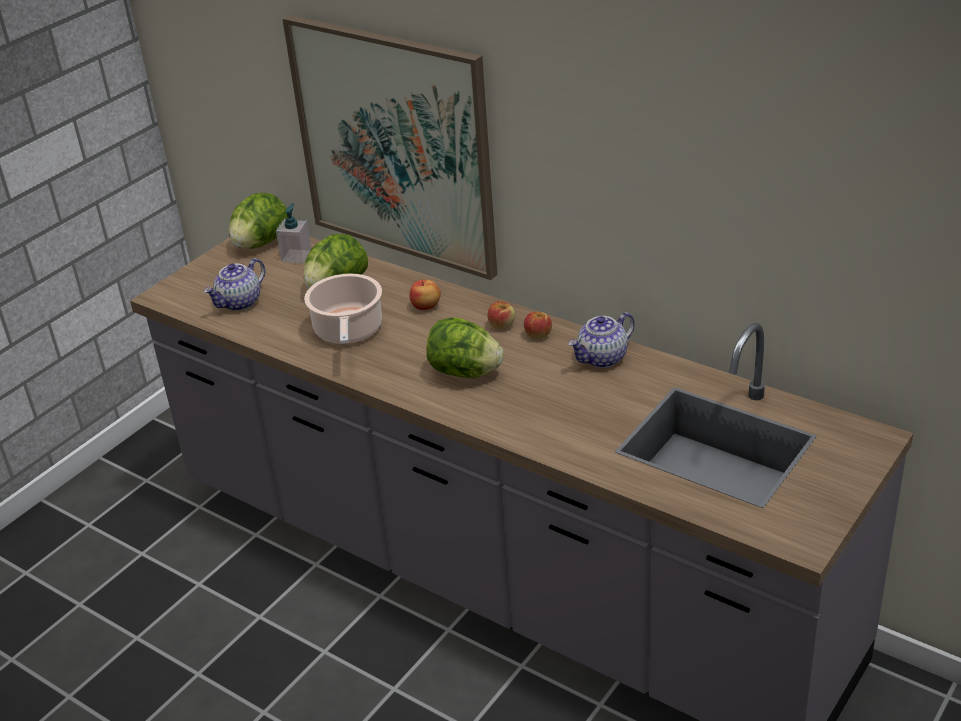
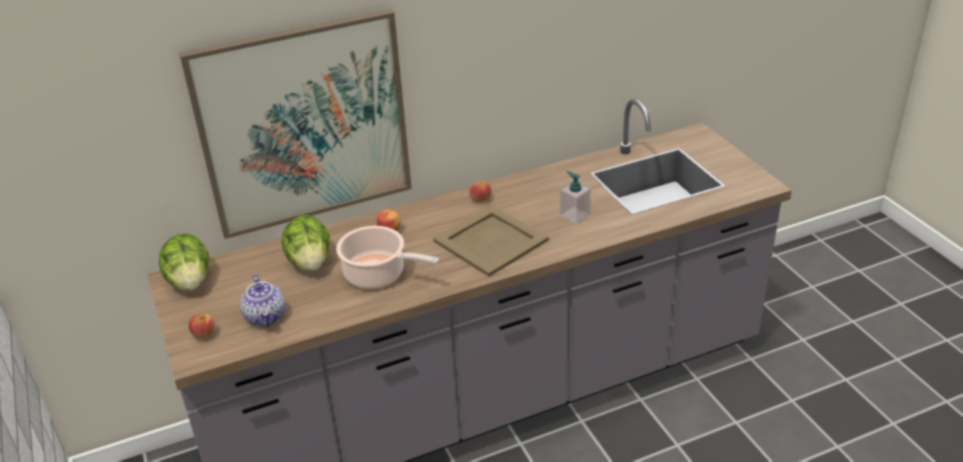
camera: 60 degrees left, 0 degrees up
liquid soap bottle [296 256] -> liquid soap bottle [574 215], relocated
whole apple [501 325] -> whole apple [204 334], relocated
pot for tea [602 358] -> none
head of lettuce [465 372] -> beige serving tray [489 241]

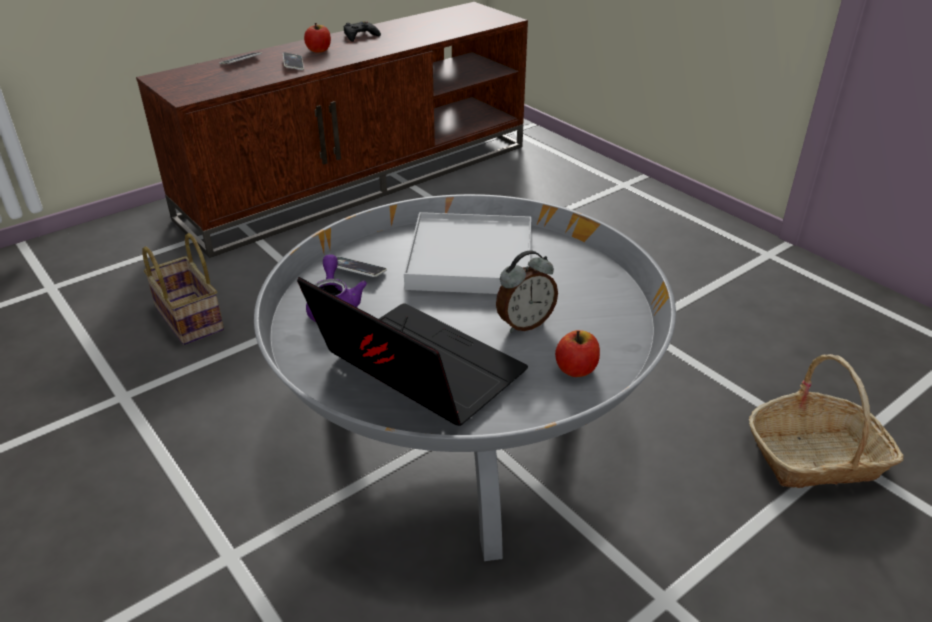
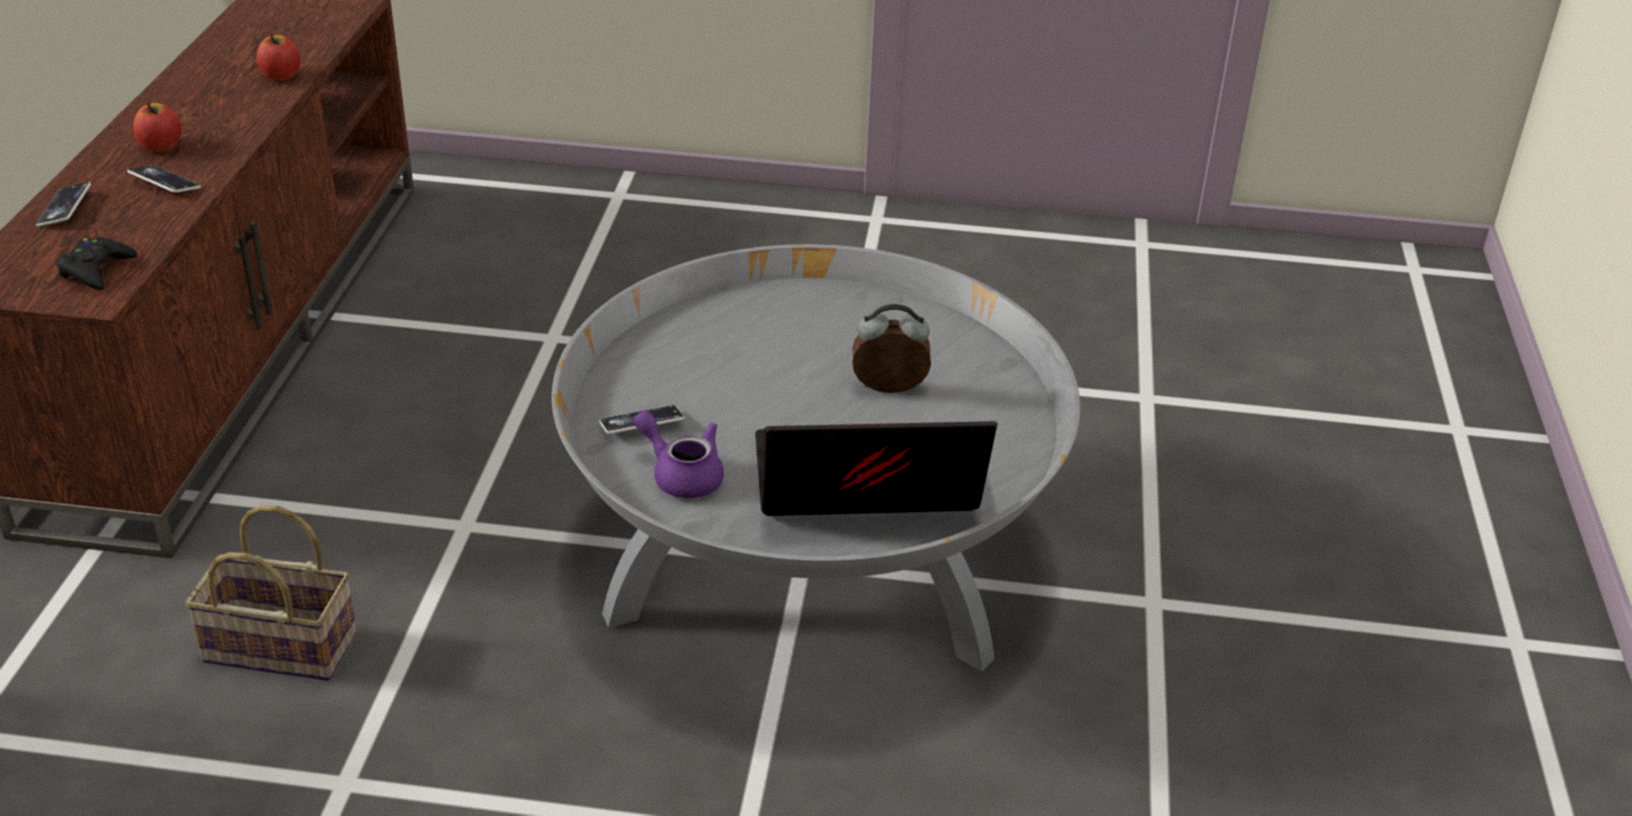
camera: 45 degrees left, 0 degrees up
black game controller [360 36] -> black game controller [96 270], relocated
whitish serving tray [471 259] -> none
alarm clock [524 323] -> alarm clock [889 390], 105 degrees counterclockwise
whole apple [576 369] -> whole apple [281 76], relocated
household basket [816 457] -> none

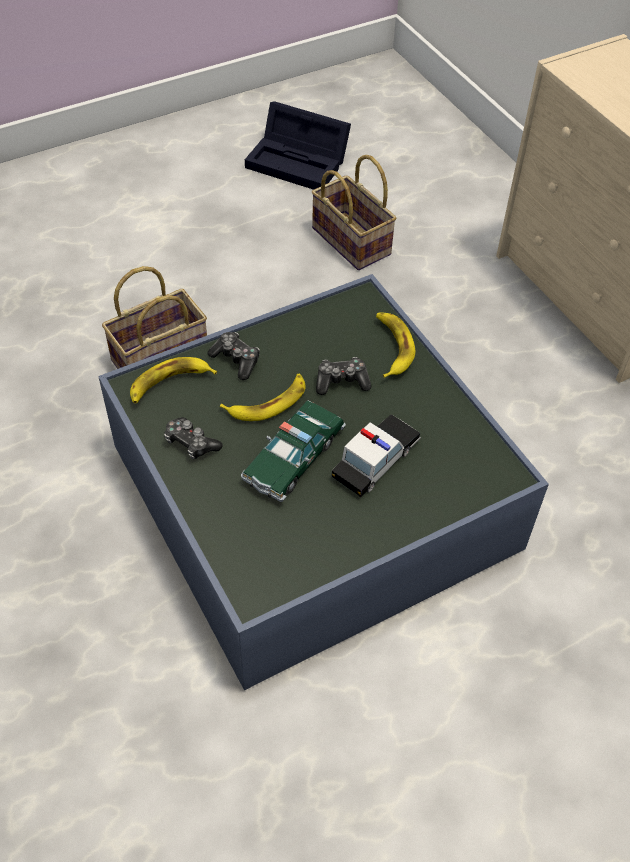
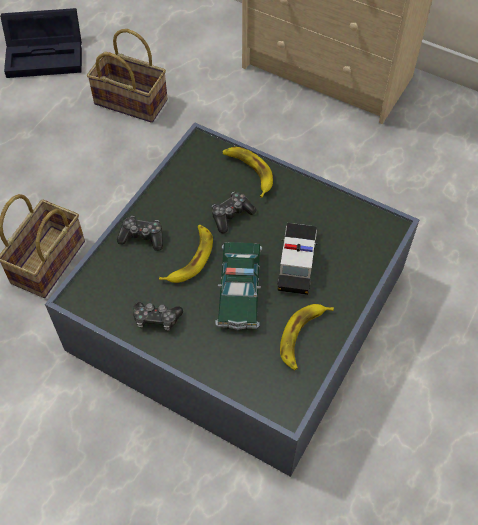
camera: 30 degrees left, 5 degrees up
whole banana [169 383] -> whole banana [303 337], relocated

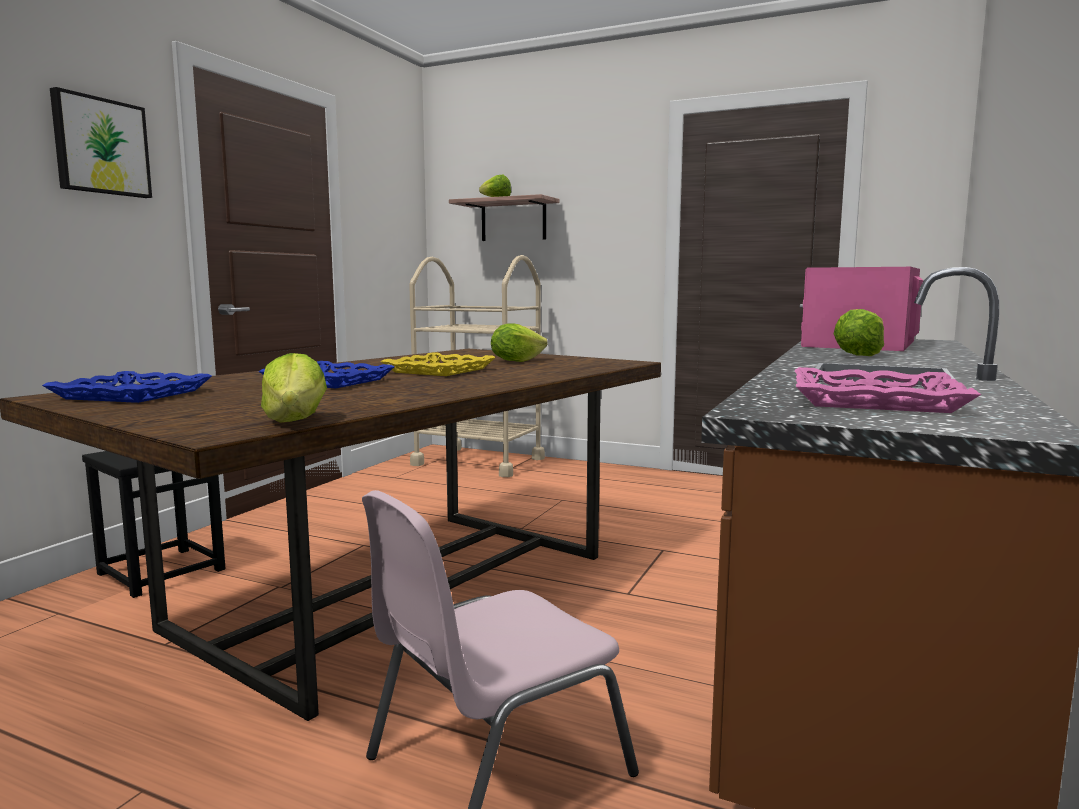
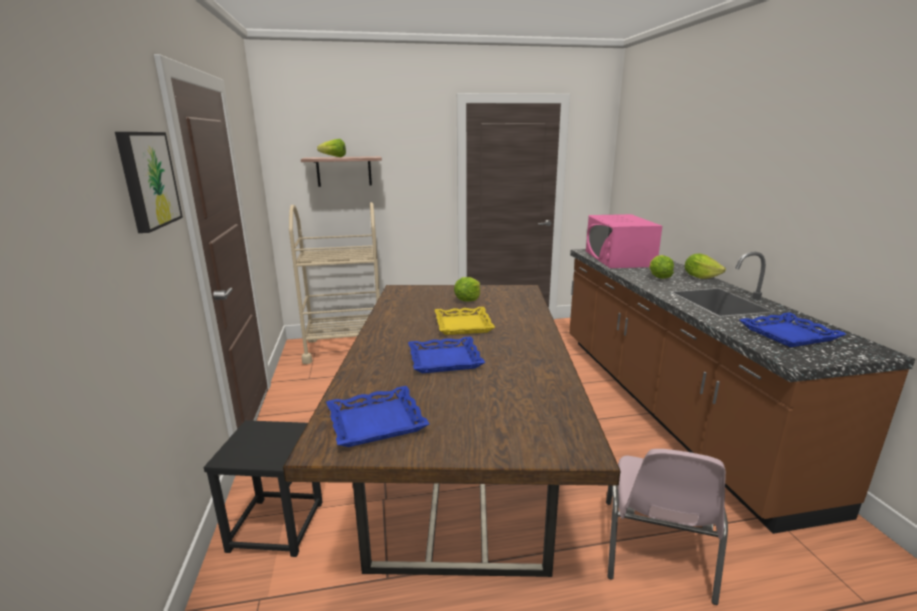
camera: 35 degrees left, 10 degrees up
head of lettuce [295 421] -> head of lettuce [700 277], relocated
pink-coloured serving tray [875 400] -> blue serving tray [788 334]

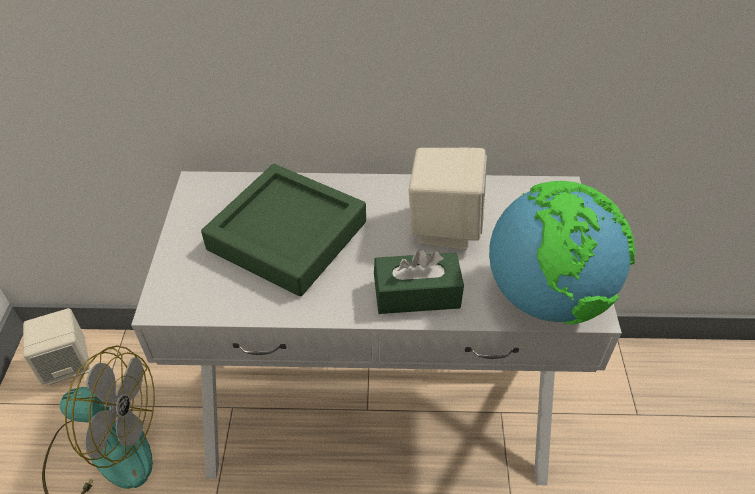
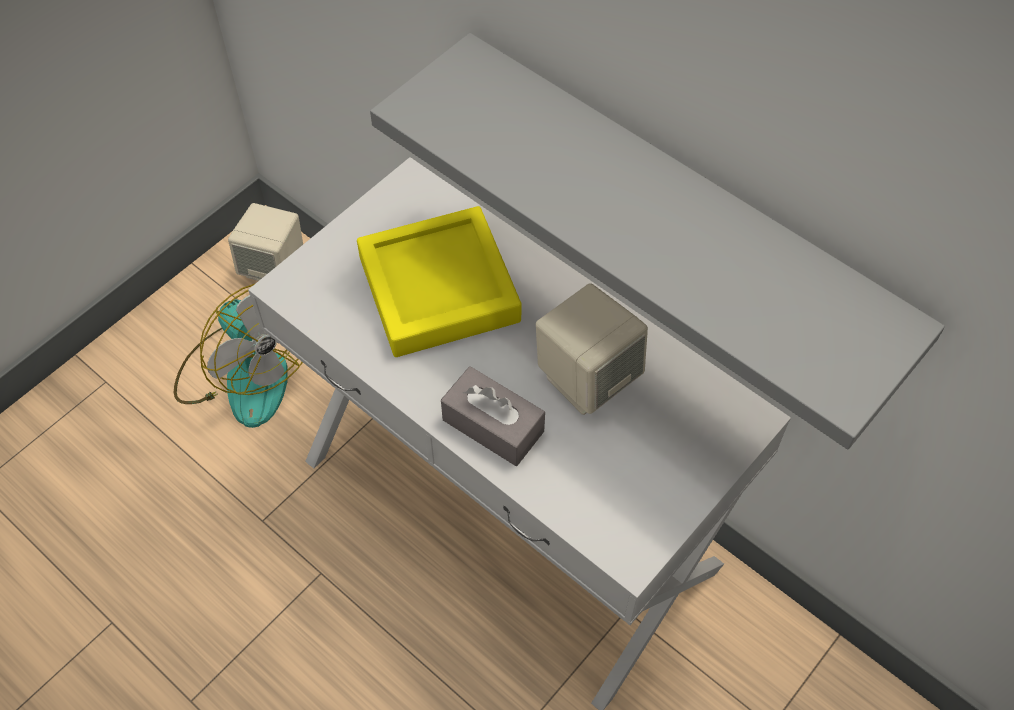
camera: 40 degrees right, 10 degrees up
greenish serving tray [287 236] -> yellowish serving tray [439 289]
desk globe [546 297] -> none
greenish box of tissues [416 294] -> gray box of tissues [493 425]
none -> gray bracket shelf [678 208]

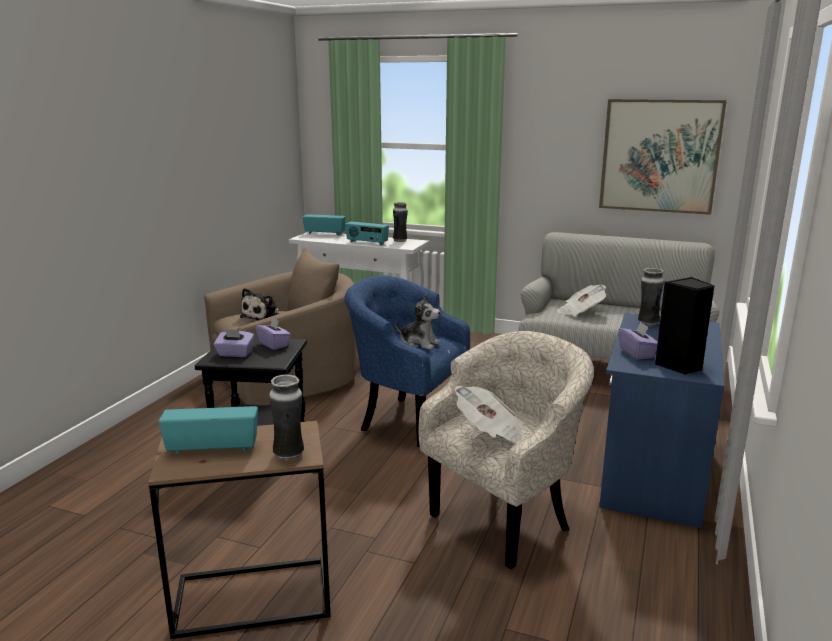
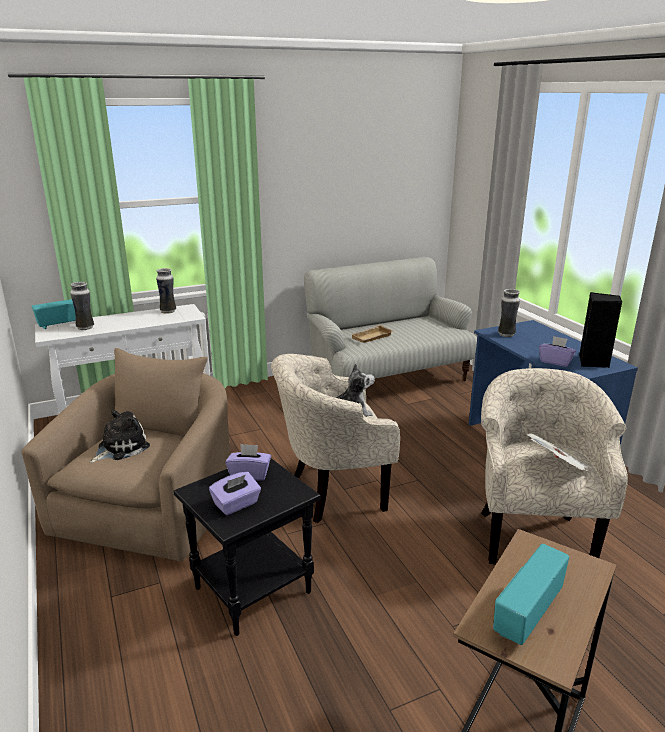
camera: 45 degrees left, 5 degrees up
wall picture [659 156] -> none
radio [367 243] -> none
blue easy chair [405 420] -> beige easy chair [332 492]
newspaper [580 312] -> beige serving tray [372 337]
plush toy [263 316] -> plush toy [120 447], 120 degrees counterclockwise
decorative vase [289 454] -> decorative vase [86 328], relocated

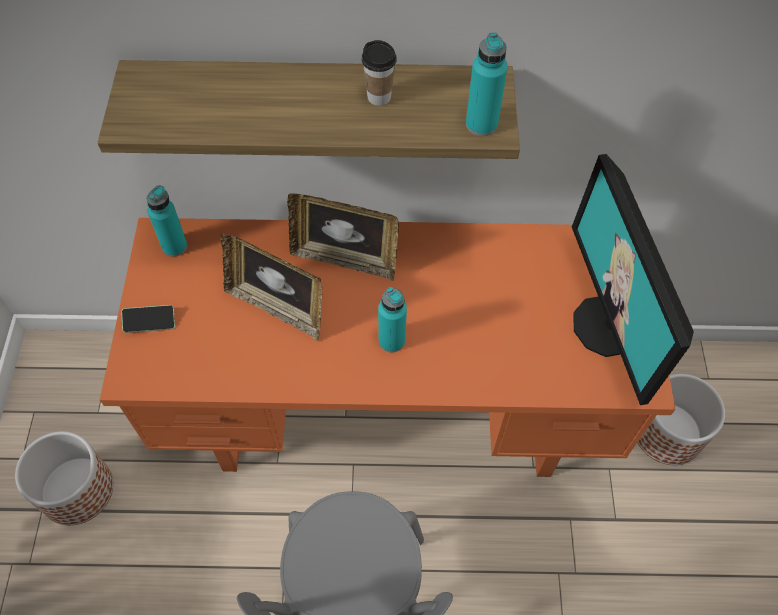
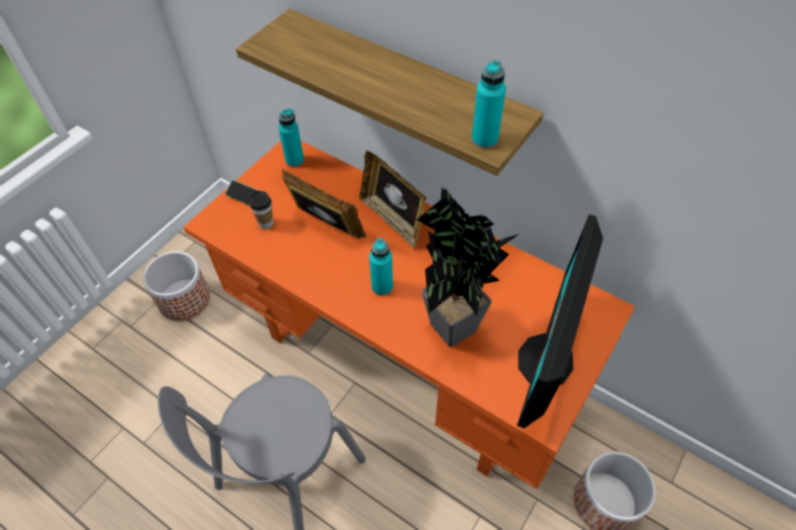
camera: 35 degrees right, 5 degrees down
cup [379 97] -> cup [266 223], relocated
photo frame [277 307] -> photo frame [326 227], 150 degrees clockwise
none -> potted plant [453 334]

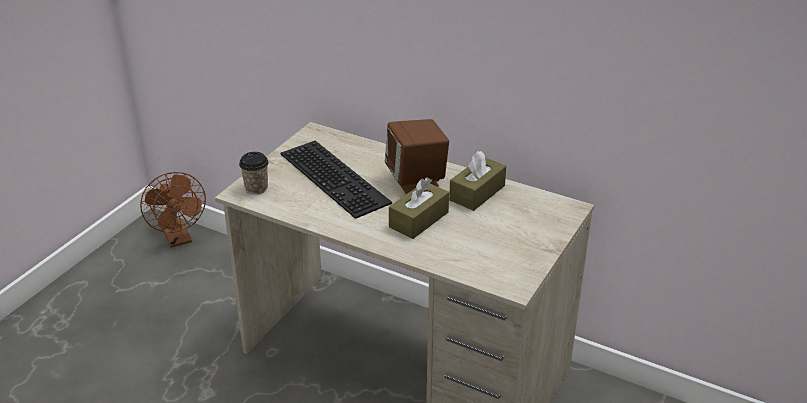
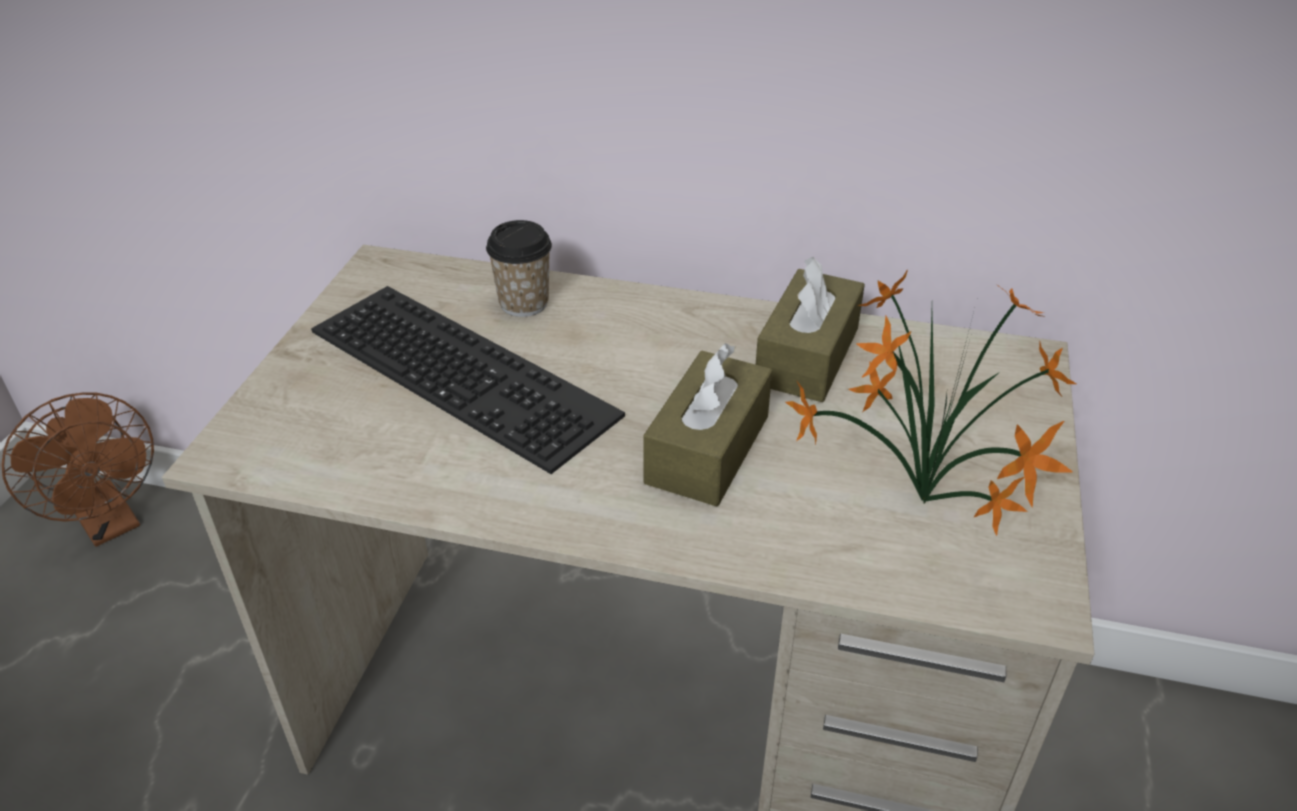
camera: 15 degrees left, 5 degrees up
brown-coloured loudspeaker [416 181] -> none
cup [256 188] -> cup [524 303], relocated
none -> potted plant [924 508]

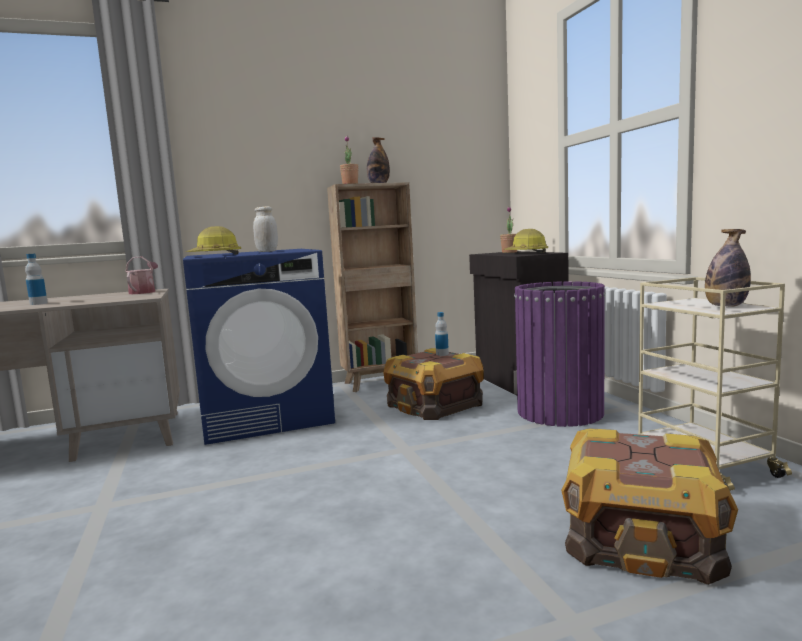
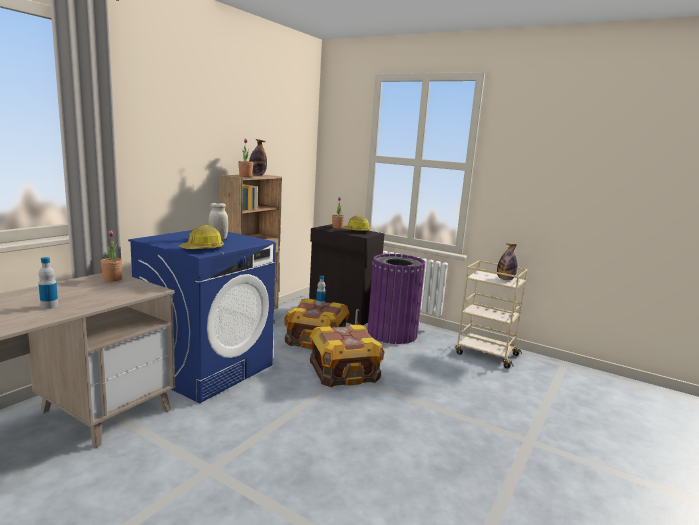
camera: 40 degrees left, 5 degrees up
watering pot [144 292] -> potted plant [112 279]
crate [642 537] -> crate [344 371], relocated

